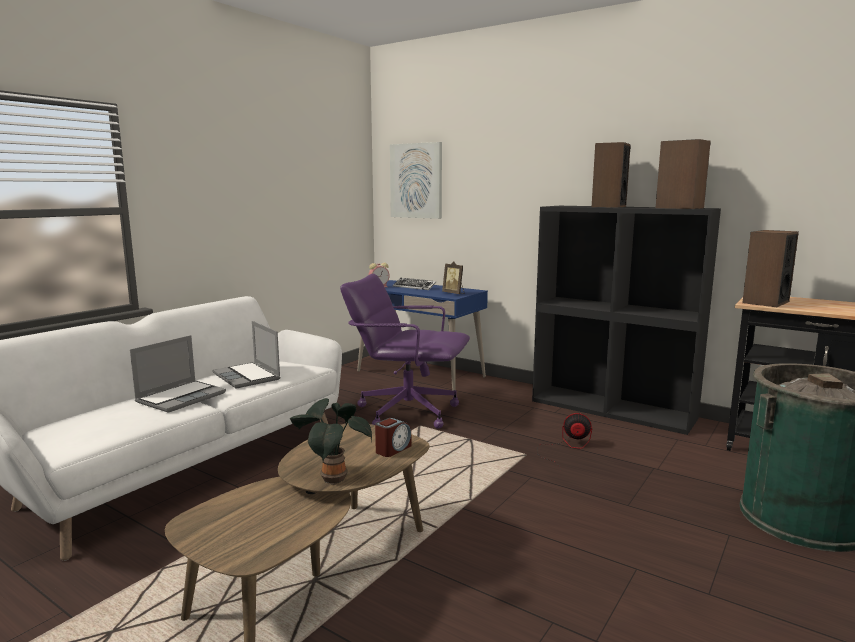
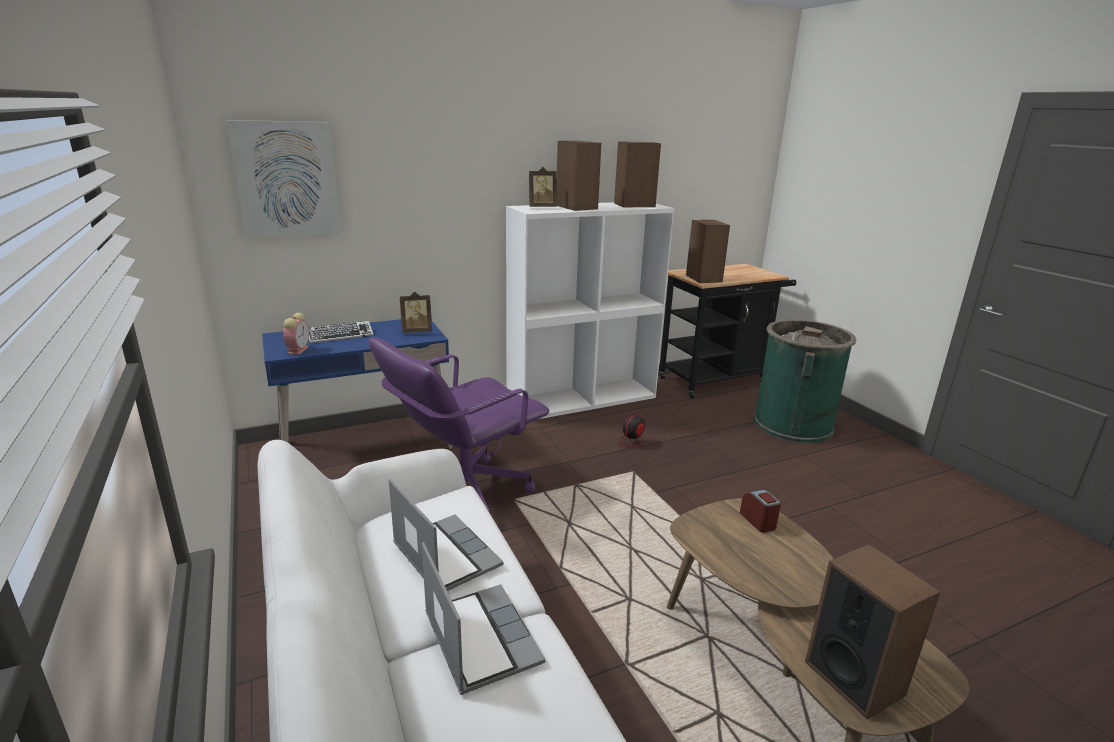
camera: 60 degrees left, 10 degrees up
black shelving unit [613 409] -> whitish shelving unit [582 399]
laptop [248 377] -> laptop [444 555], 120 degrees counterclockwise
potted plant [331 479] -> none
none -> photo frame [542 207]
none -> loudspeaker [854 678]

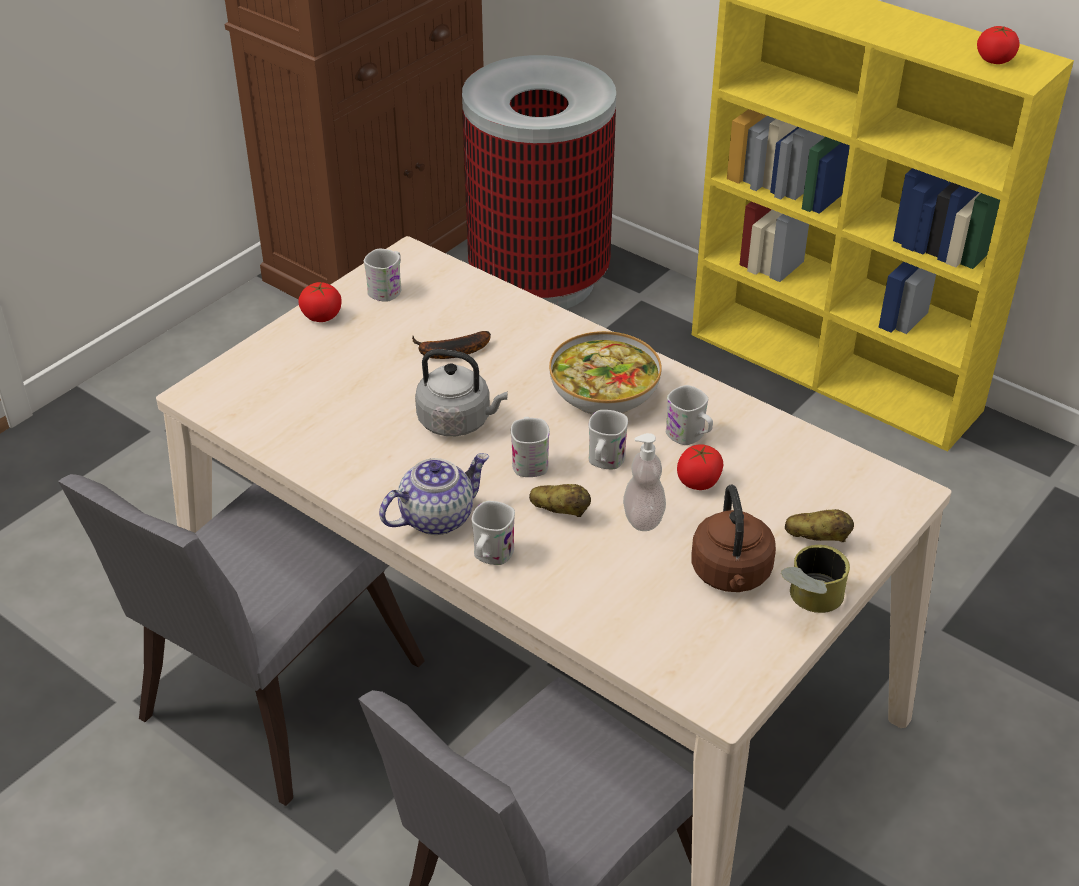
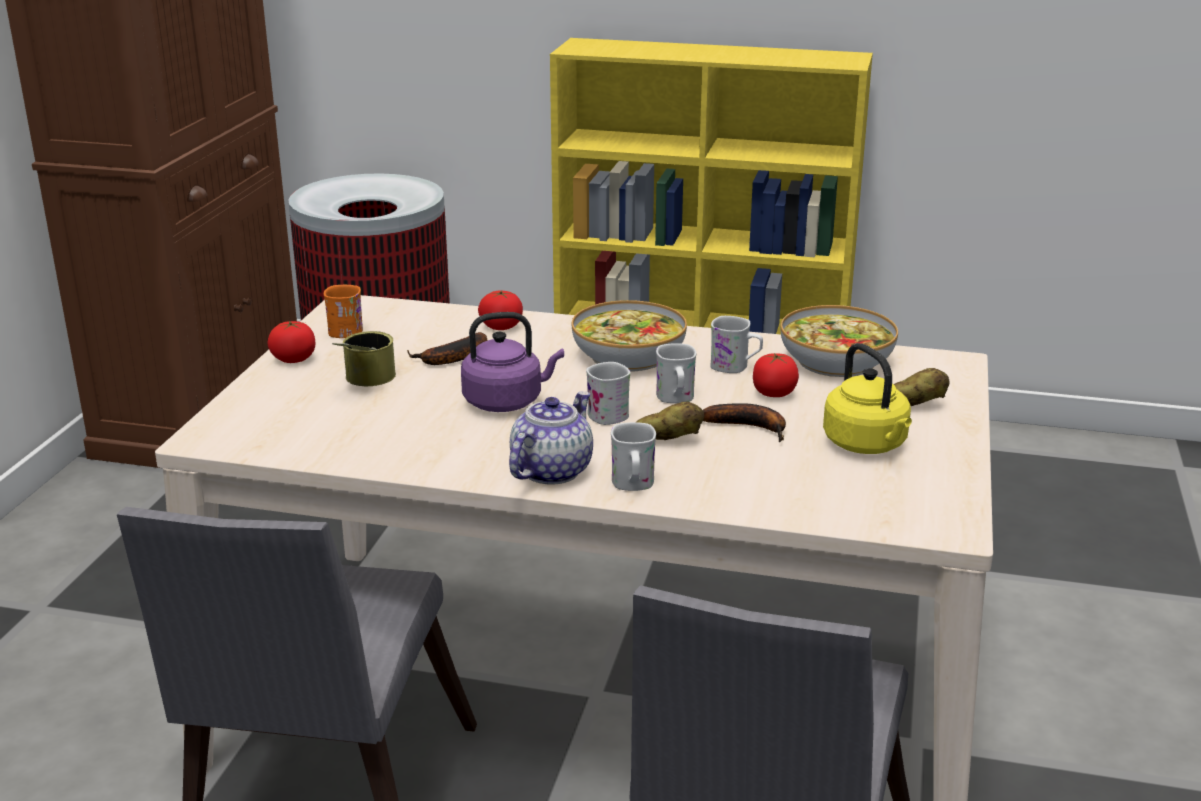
camera: 25 degrees left, 15 degrees down
fresh tomato [994 60] -> fresh tomato [501 327], relocated
whitish tea mug [388 289] -> orange tea mug [347 329]
gray water kettle [458 421] -> purple water kettle [507 402]
liquid soap bottle [643 518] -> whole banana [750 427]
brown-coloured water kettle [731 575] -> yellowish water kettle [867 445]
metal can [808 603] -> metal can [365 382], relocated
none -> bowl [836 361]

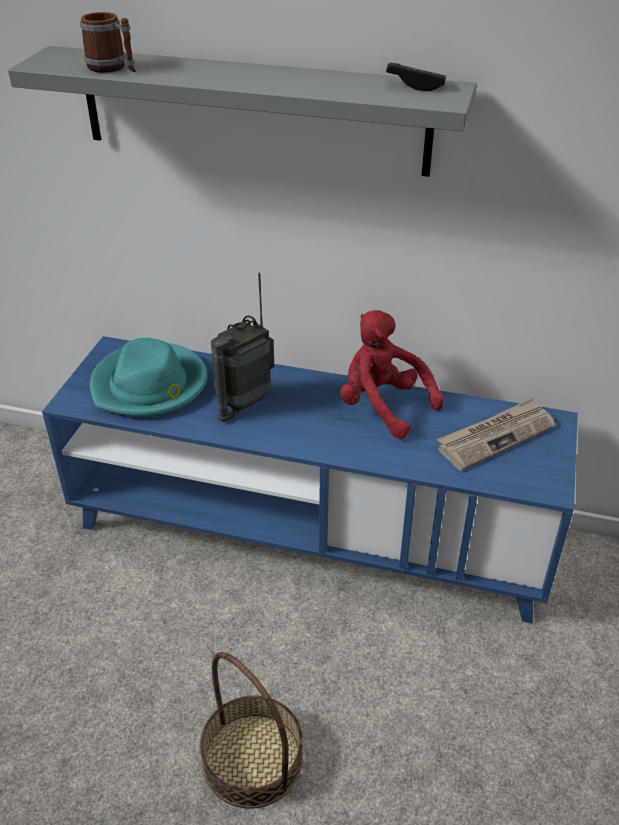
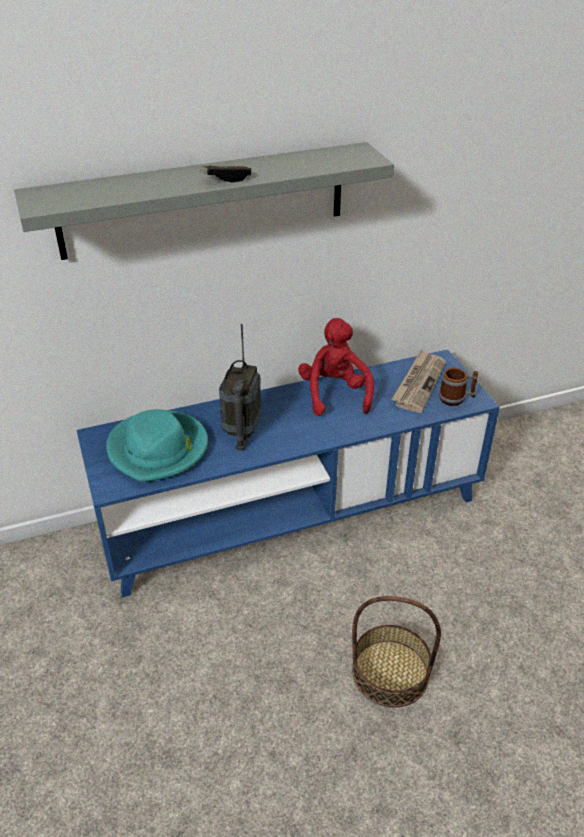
camera: 35 degrees left, 0 degrees up
tea mug [112 68] -> tea mug [456 398], relocated
game controller [415 85] -> game controller [226 179], relocated
reddish plush toy [382 406] -> reddish plush toy [334 394], 75 degrees clockwise

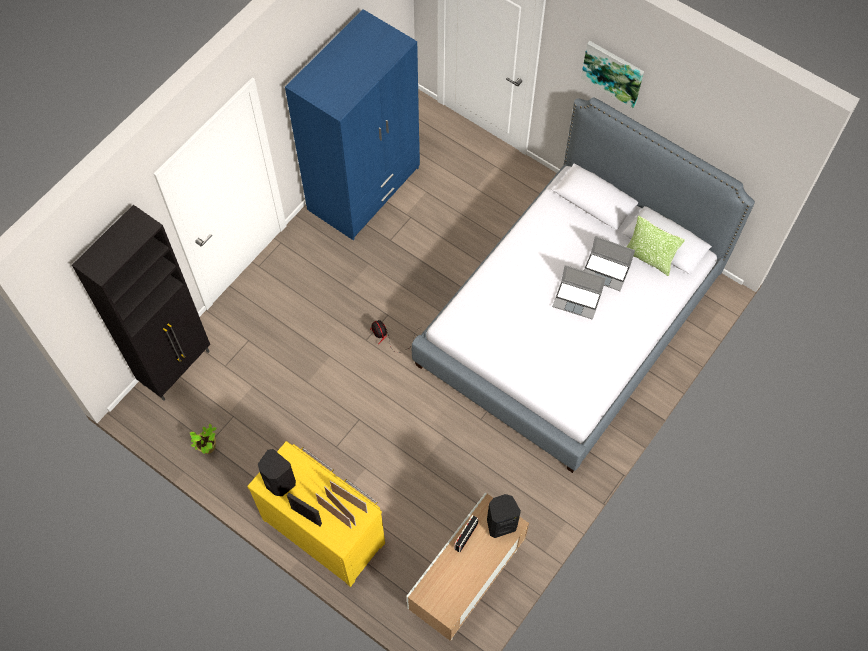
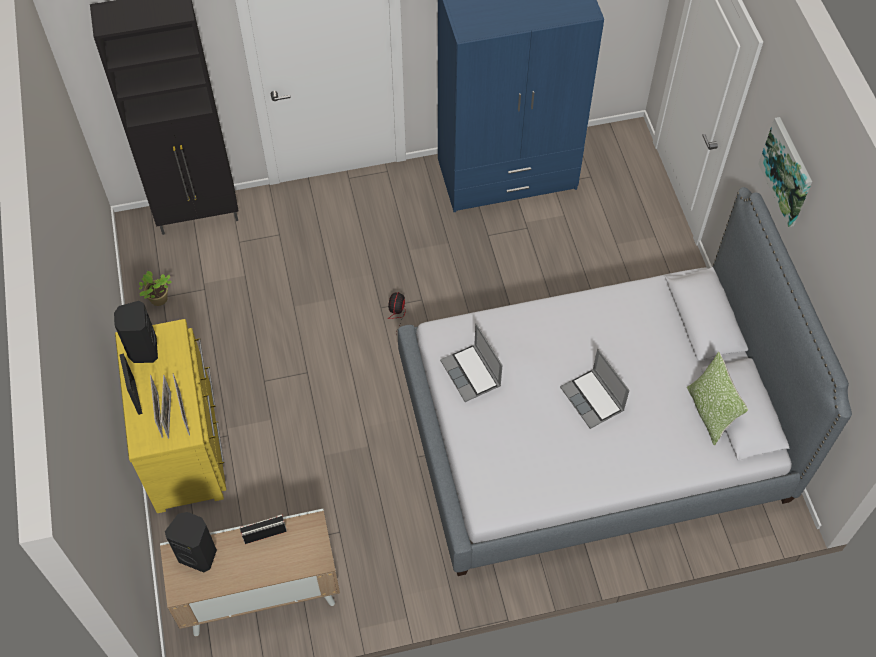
camera: 40 degrees right, 5 degrees down
laptop [606 271] -> laptop [471 374], relocated
black loudspeaker [500 523] -> black loudspeaker [198 554], relocated

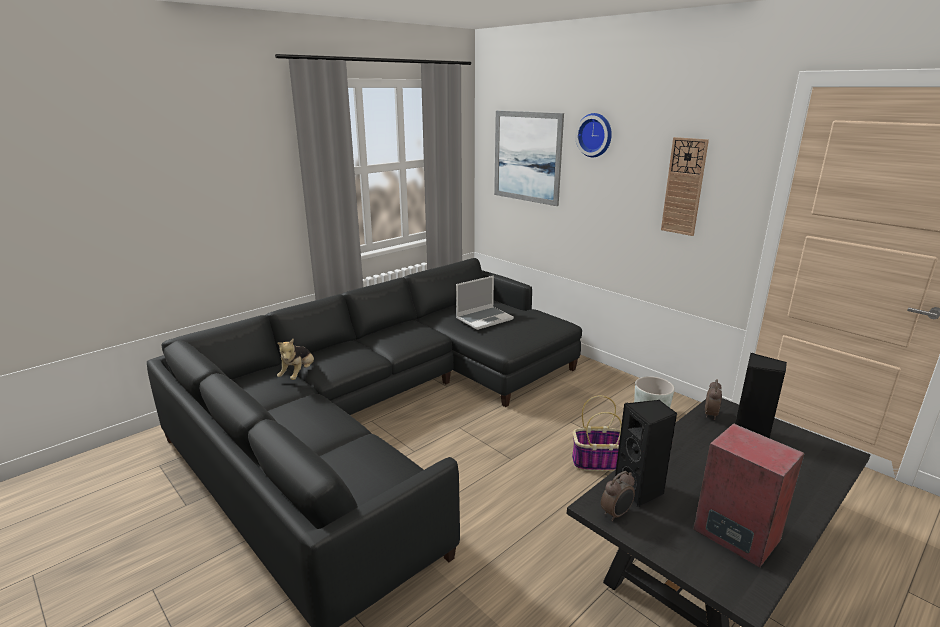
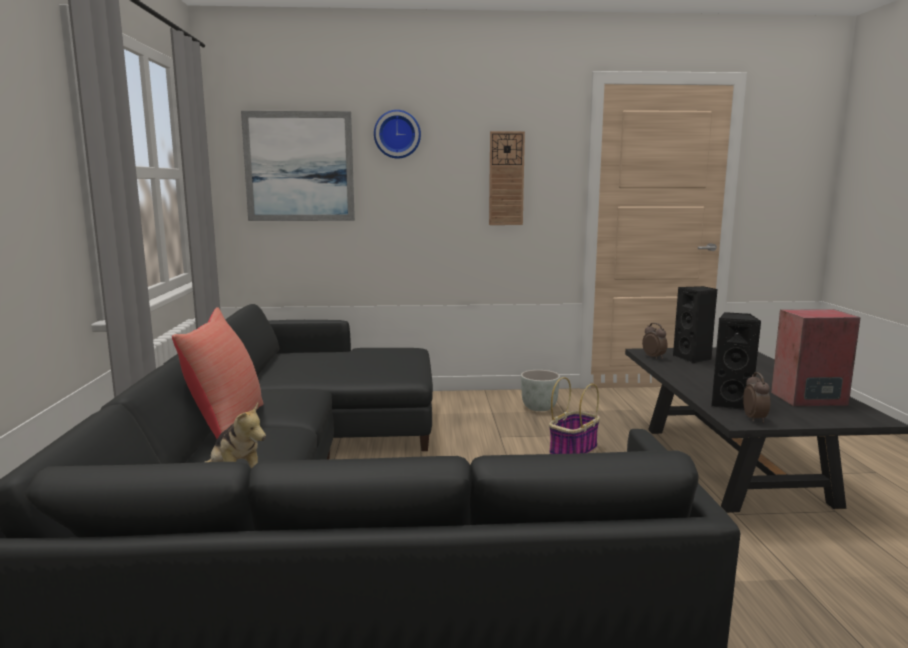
camera: 50 degrees left, 10 degrees down
laptop [484 319] -> none
none -> reddish throw pillow [227 427]

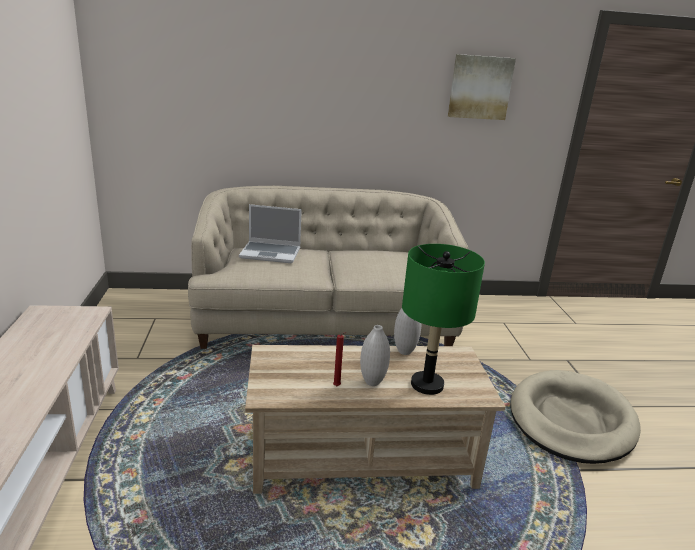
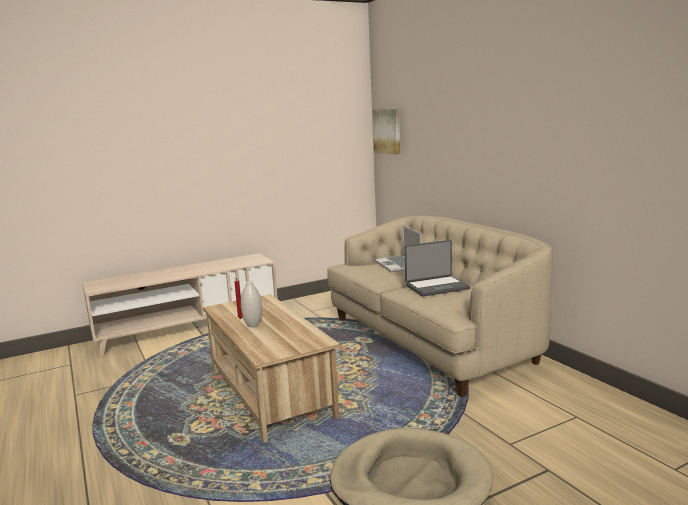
camera: 70 degrees right, 10 degrees down
wall picture [480 87] -> wall picture [387 131], relocated
greenish tabletop lamp [426 385] -> none
whitish decorative vase [404 351] -> none
none -> laptop [436 287]

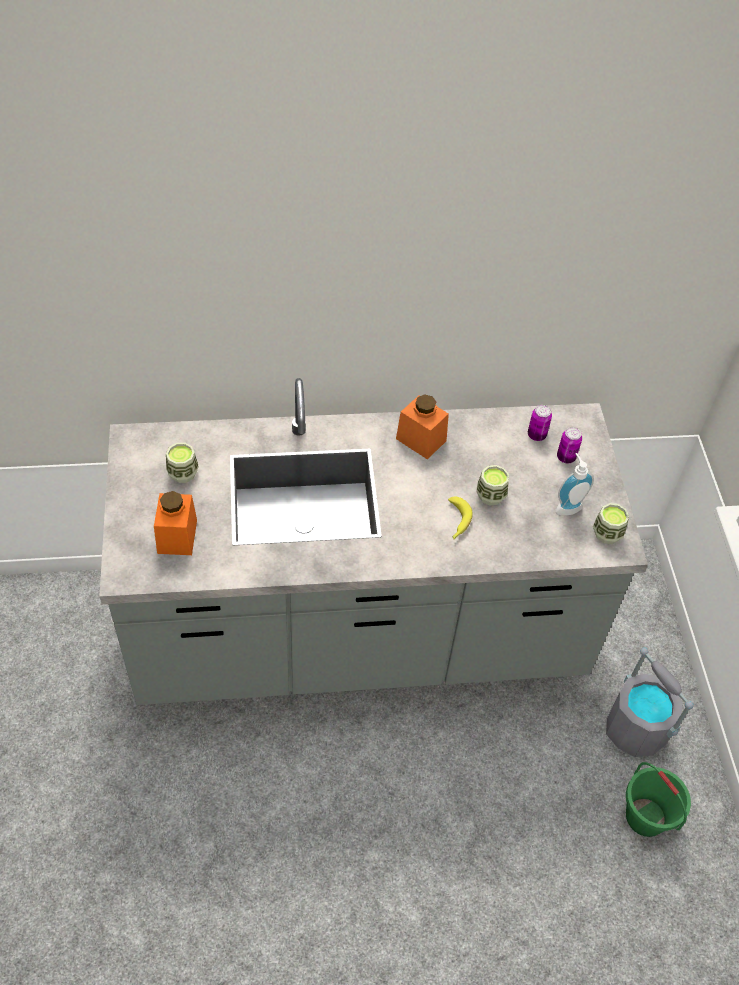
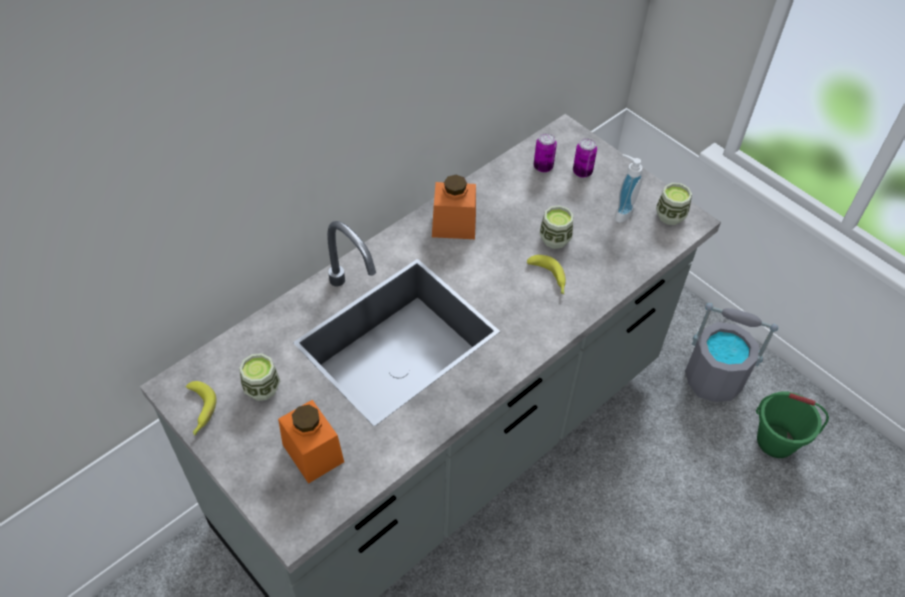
camera: 35 degrees left, 0 degrees up
none -> whole banana [199 411]

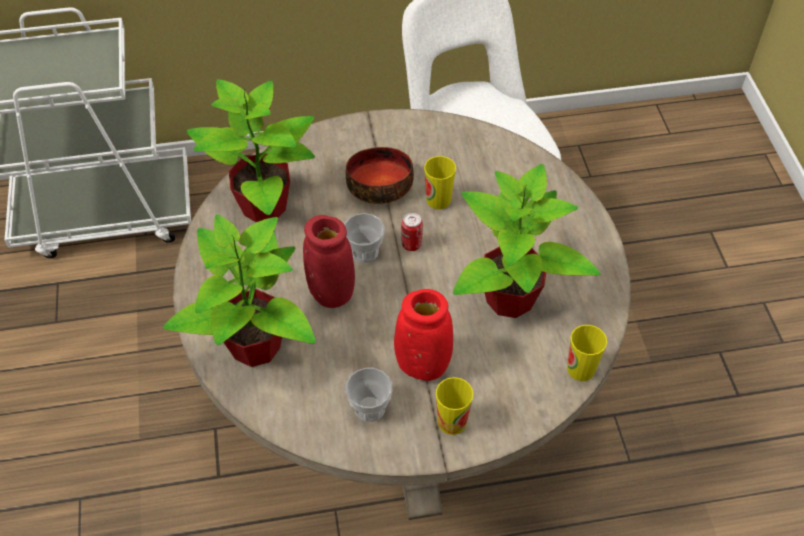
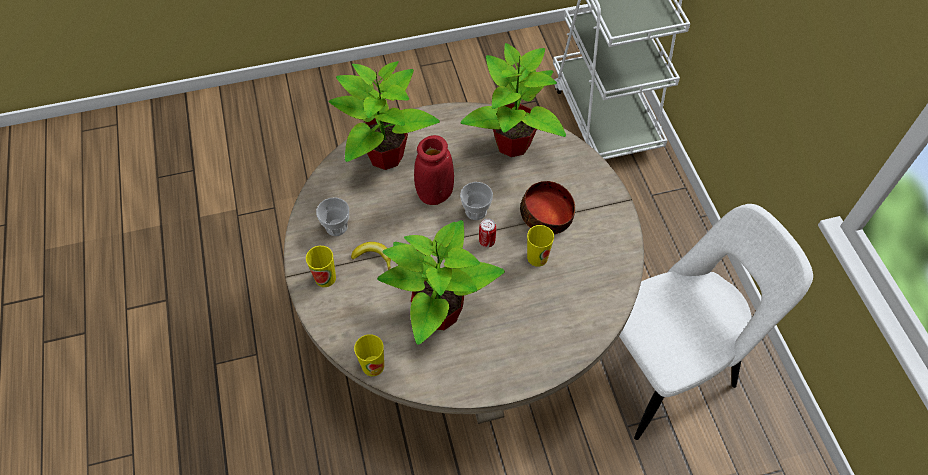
camera: 85 degrees right, 5 degrees up
reddish decorative vase [423 364] -> whole banana [373 256]

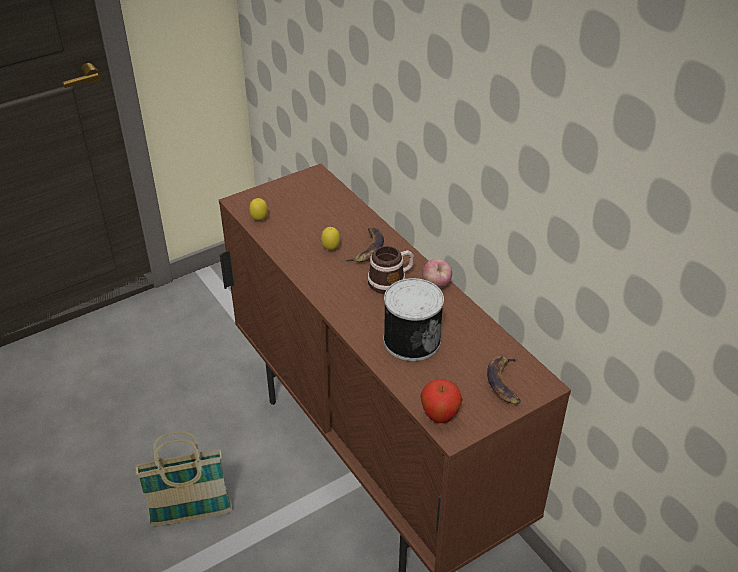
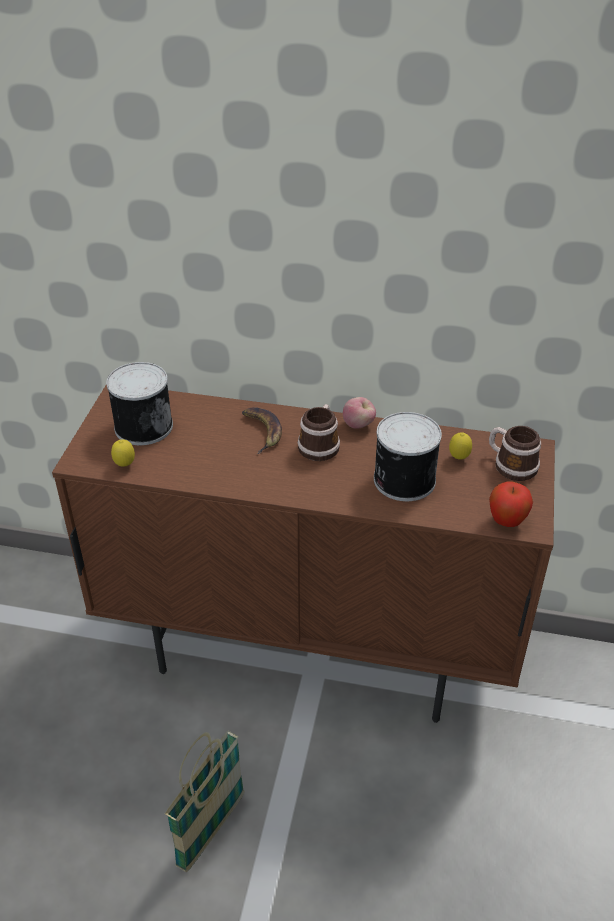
camera: 45 degrees left, 0 degrees up
whole lemon [331 249] -> whole lemon [459 458], relocated
whole banana [505 382] -> tea mug [510 465]
none -> metal can [142 426]

